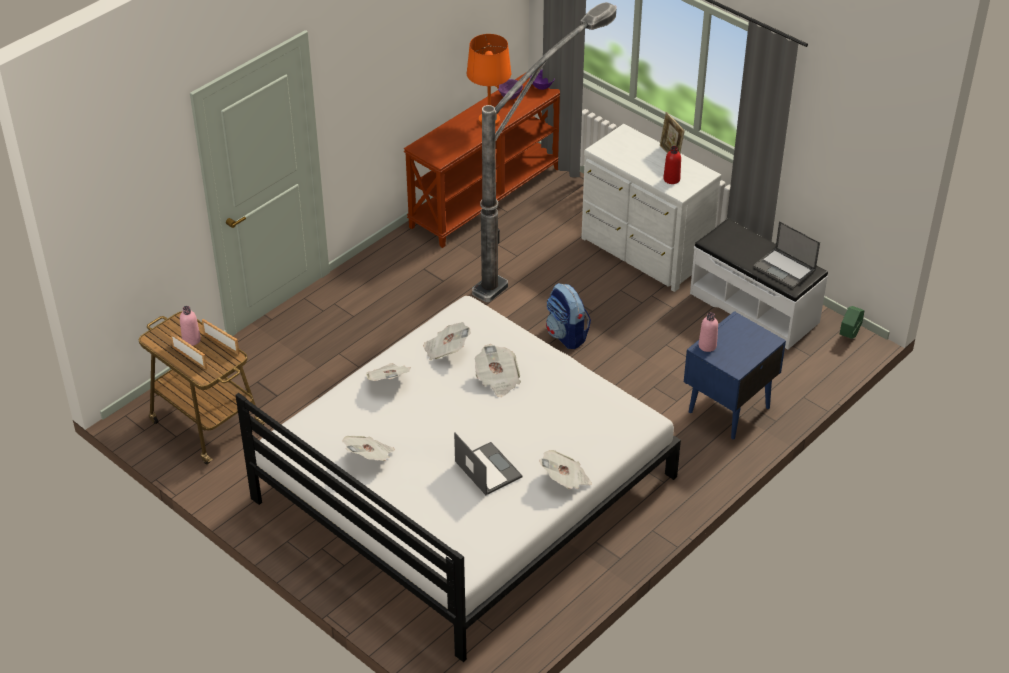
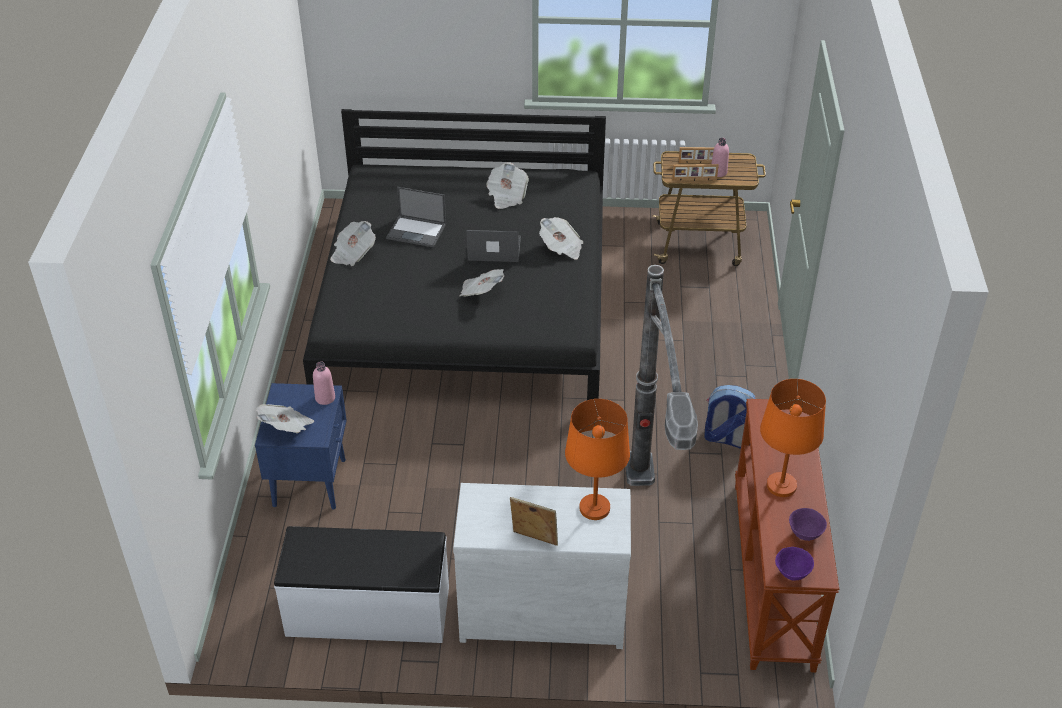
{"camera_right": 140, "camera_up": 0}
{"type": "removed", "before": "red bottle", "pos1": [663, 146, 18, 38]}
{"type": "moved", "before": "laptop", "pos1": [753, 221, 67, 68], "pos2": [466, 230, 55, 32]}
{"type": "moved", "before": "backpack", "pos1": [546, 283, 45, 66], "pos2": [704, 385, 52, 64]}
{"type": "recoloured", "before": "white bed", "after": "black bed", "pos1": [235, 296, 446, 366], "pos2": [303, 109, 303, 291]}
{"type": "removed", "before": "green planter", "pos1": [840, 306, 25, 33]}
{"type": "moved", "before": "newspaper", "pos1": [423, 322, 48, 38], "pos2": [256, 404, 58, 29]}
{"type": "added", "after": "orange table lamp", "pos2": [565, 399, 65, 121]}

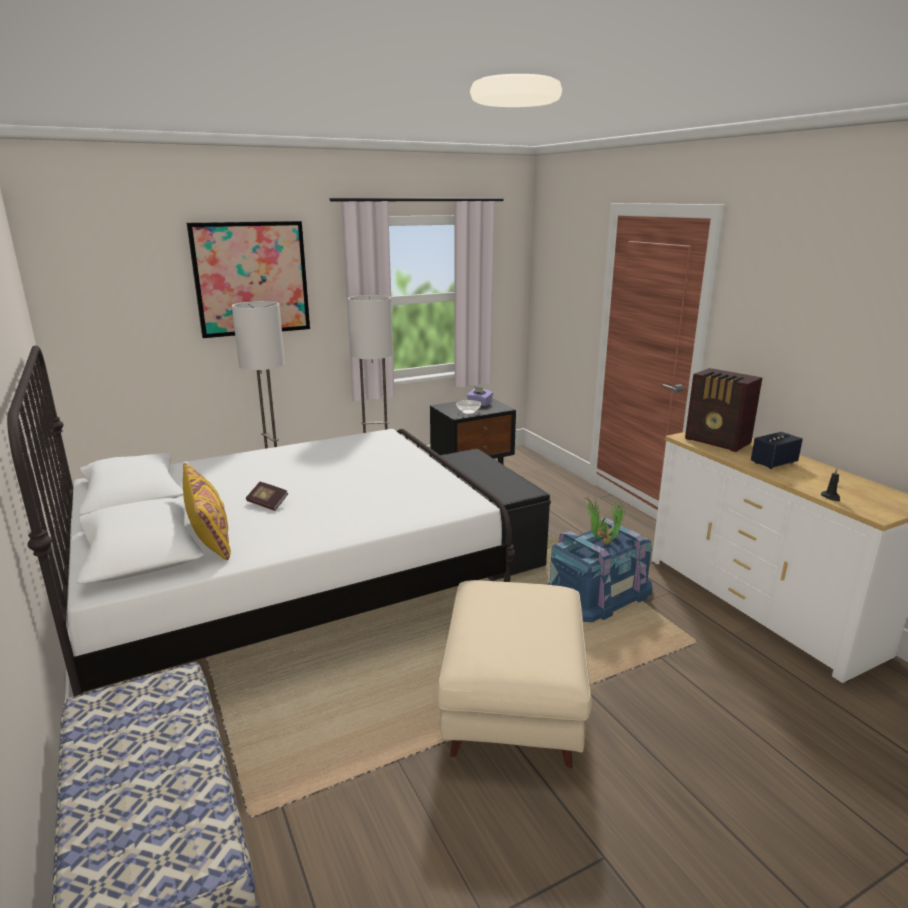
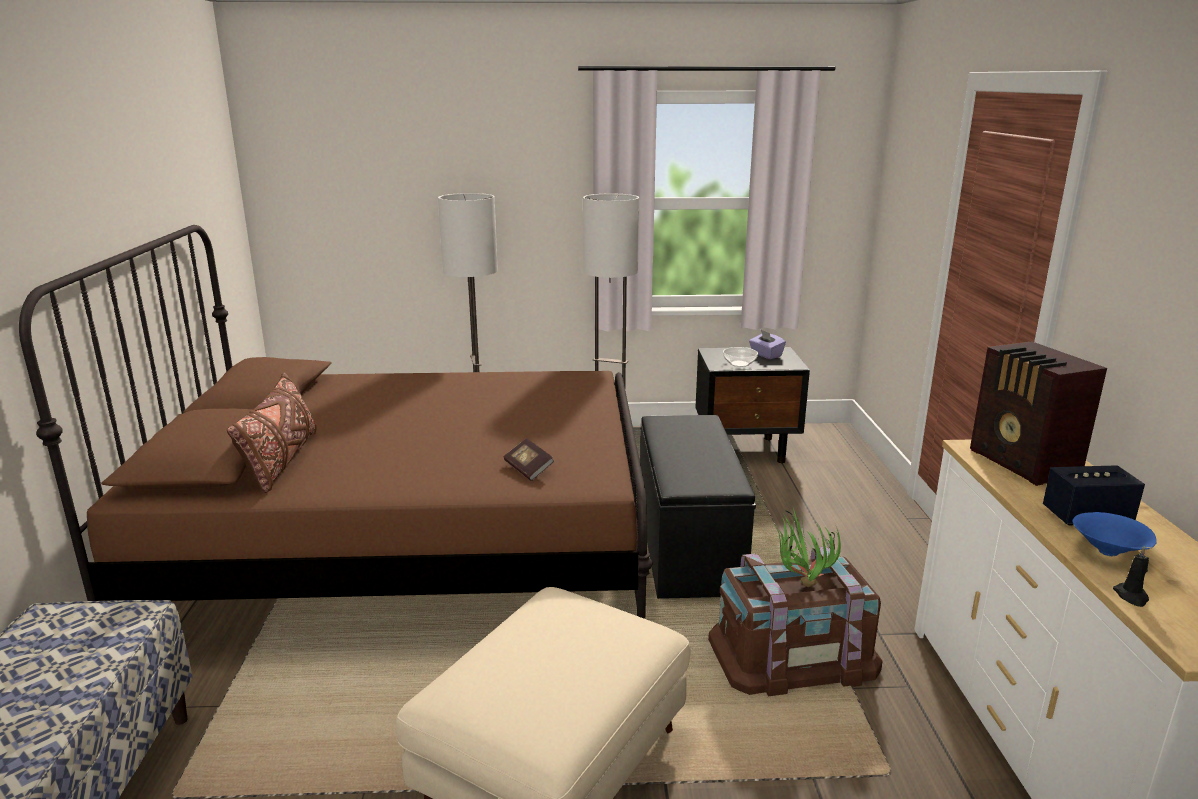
{"camera_right": 25, "camera_up": 0}
{"type": "removed", "before": "picture", "pos1": [187, 221, 123, 117]}
{"type": "recoloured", "before": "white bed", "after": "brown bed", "pos1": [7, 345, 508, 351], "pos2": [19, 225, 633, 394]}
{"type": "recoloured", "before": "yellow pillow", "after": "brown pillow", "pos1": [183, 463, 48, 97], "pos2": [227, 373, 90, 120]}
{"type": "moved", "before": "book", "pos1": [246, 482, 42, 29], "pos2": [504, 438, 50, 43]}
{"type": "recoloured", "before": "blue storage box", "after": "brown storage box", "pos1": [546, 518, 107, 104], "pos2": [708, 547, 174, 149]}
{"type": "added", "after": "blue bowl", "pos2": [1072, 512, 85, 44]}

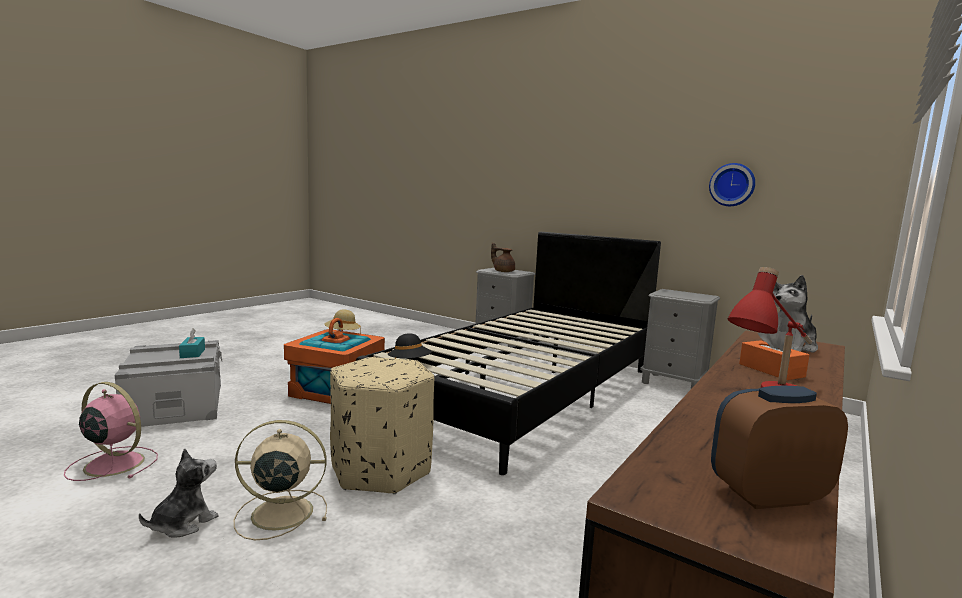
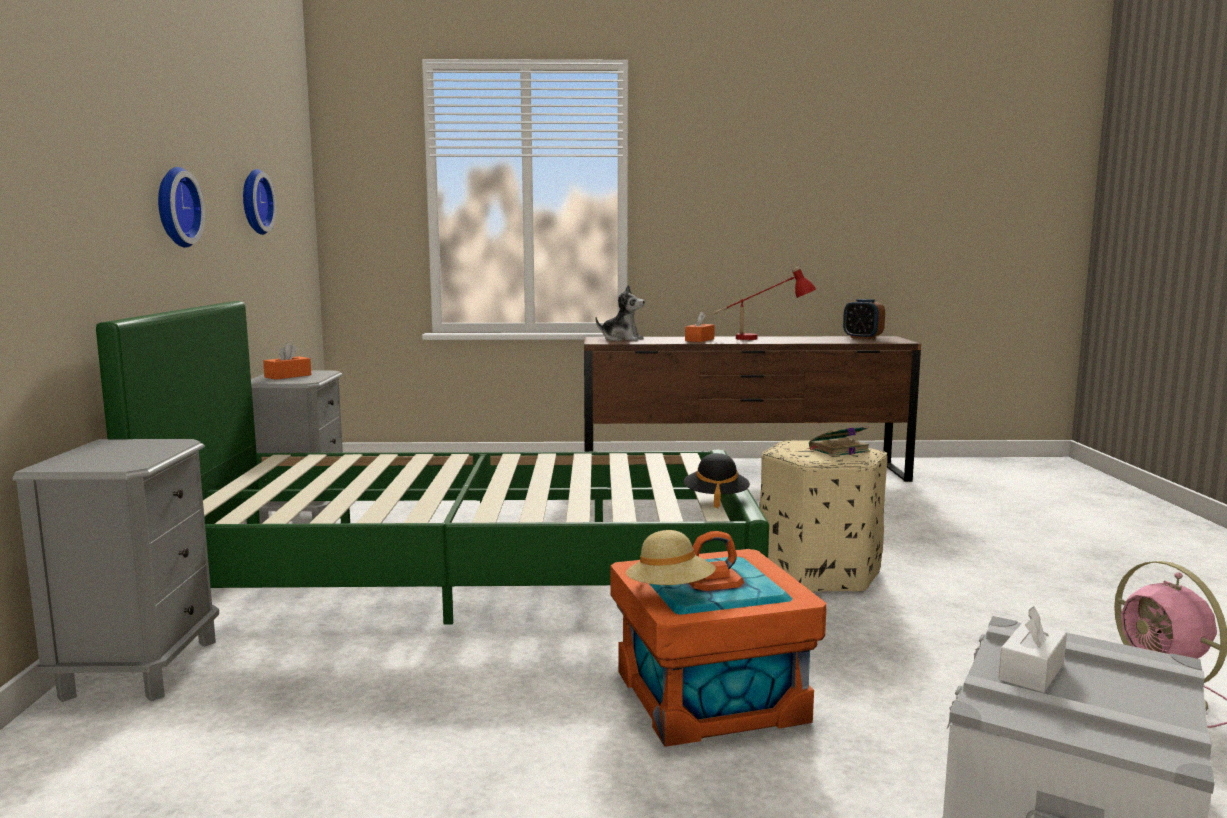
{"camera_right": -125, "camera_up": 0}
{"type": "recoloured", "before": "black bed", "after": "green bed", "pos1": [356, 232, 305, 243], "pos2": [96, 301, 673, 323]}
{"type": "removed", "before": "brown teapot", "pos1": [491, 242, 24, 30]}
{"type": "recoloured", "before": "turquoise tissue box", "after": "white tissue box", "pos1": [179, 329, 26, 29], "pos2": [998, 607, 69, 86]}
{"type": "removed", "before": "beige fan", "pos1": [234, 420, 93, 120]}
{"type": "removed", "before": "plush toy", "pos1": [139, 448, 79, 90]}
{"type": "added", "after": "wall clock", "pos2": [158, 167, 47, 81]}
{"type": "added", "after": "orange tissue box", "pos2": [263, 343, 48, 37]}
{"type": "added", "after": "book", "pos2": [806, 426, 64, 31]}

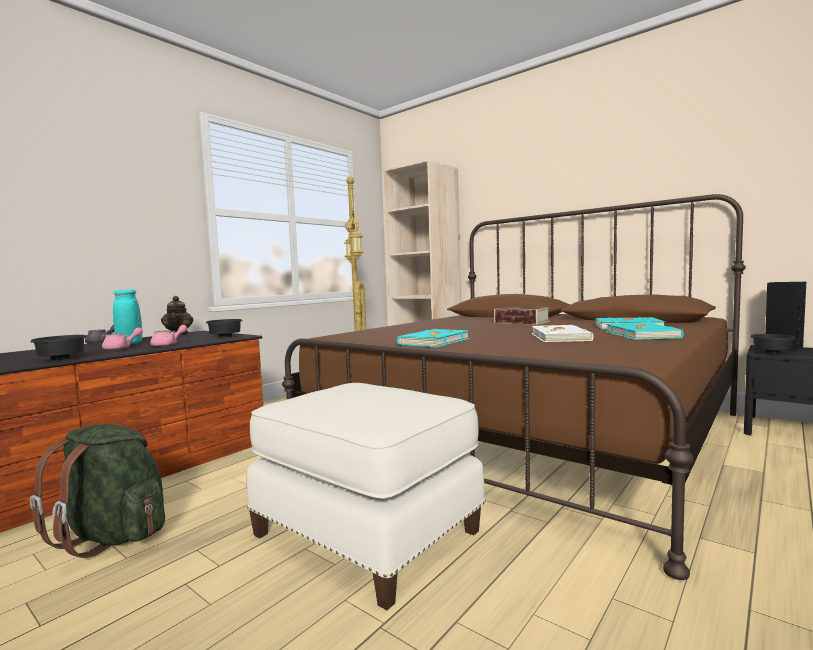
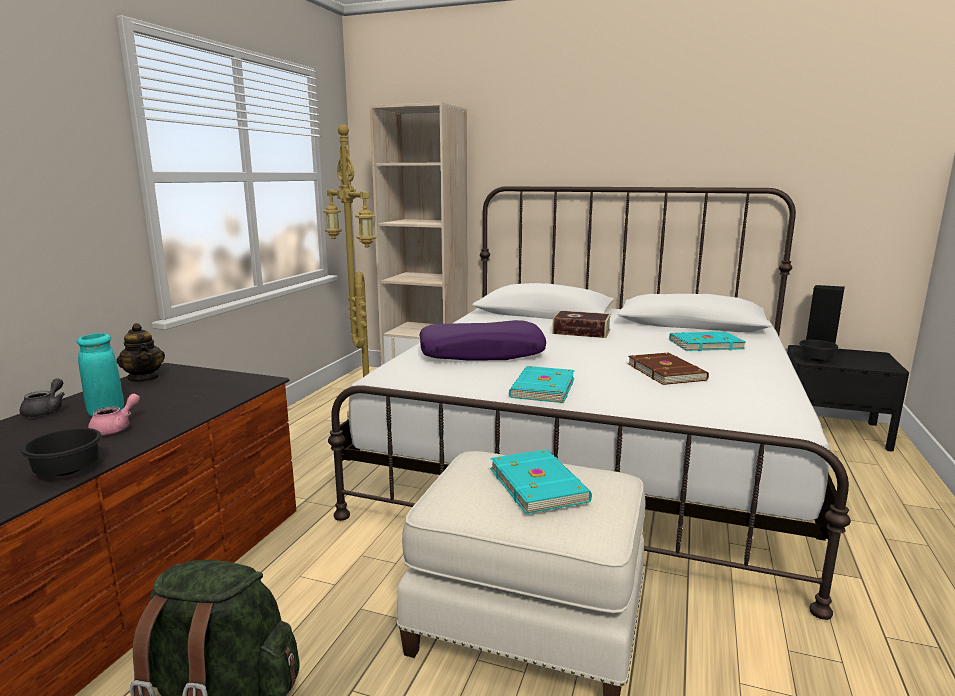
{"camera_right": -20, "camera_up": 10}
{"type": "recoloured", "before": "brown bed", "after": "white bed", "pos1": [282, 194, 464, 386], "pos2": [328, 186, 523, 434]}
{"type": "removed", "before": "black bowl", "pos1": [206, 319, 36, 19]}
{"type": "moved", "before": "turquoise book", "pos1": [606, 322, 78, 18], "pos2": [490, 450, 102, 64]}
{"type": "recoloured", "before": "white book", "after": "brown book", "pos1": [532, 324, 61, 18], "pos2": [628, 353, 81, 32]}
{"type": "removed", "before": "pink teapot", "pos1": [150, 325, 37, 22]}
{"type": "added", "after": "purple pillow", "pos2": [419, 320, 127, 41]}

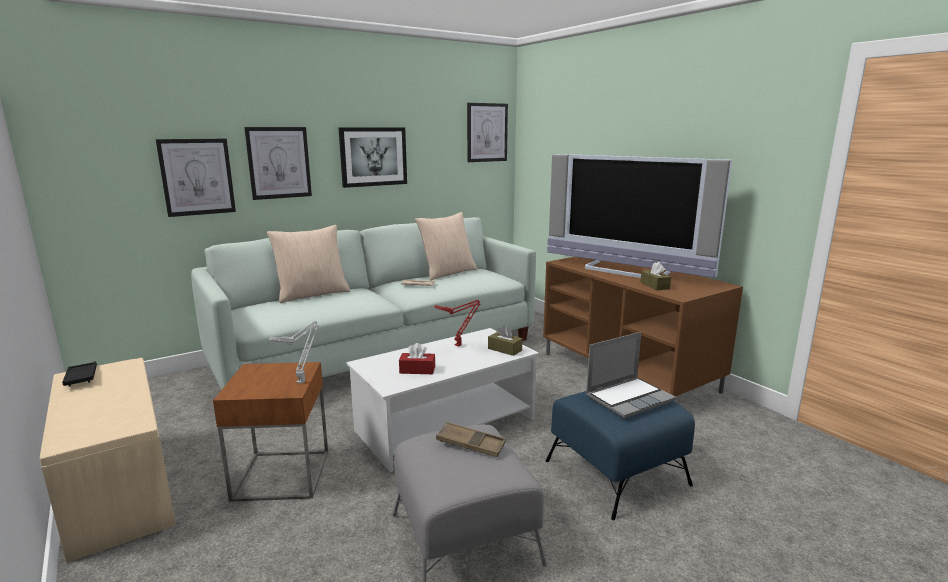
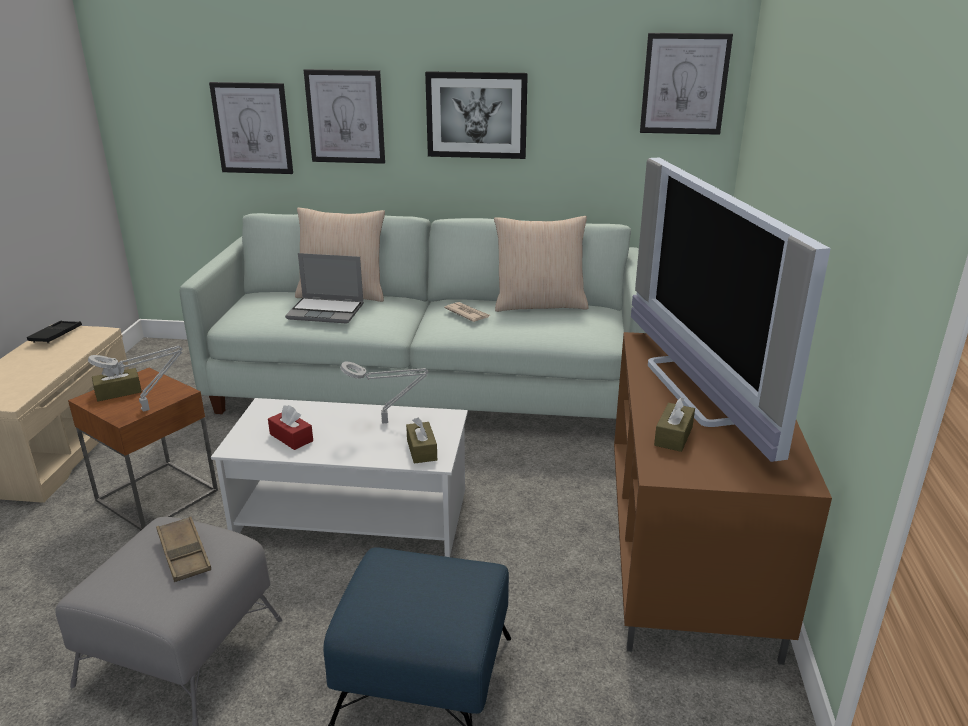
{"camera_right": 40, "camera_up": 10}
{"type": "recoloured", "before": "red table lamp", "after": "grey table lamp", "pos1": [435, 300, 46, 47], "pos2": [340, 362, 88, 62]}
{"type": "moved", "before": "laptop", "pos1": [586, 332, 90, 86], "pos2": [285, 253, 79, 71]}
{"type": "added", "after": "brown tissue box", "pos2": [92, 363, 50, 38]}

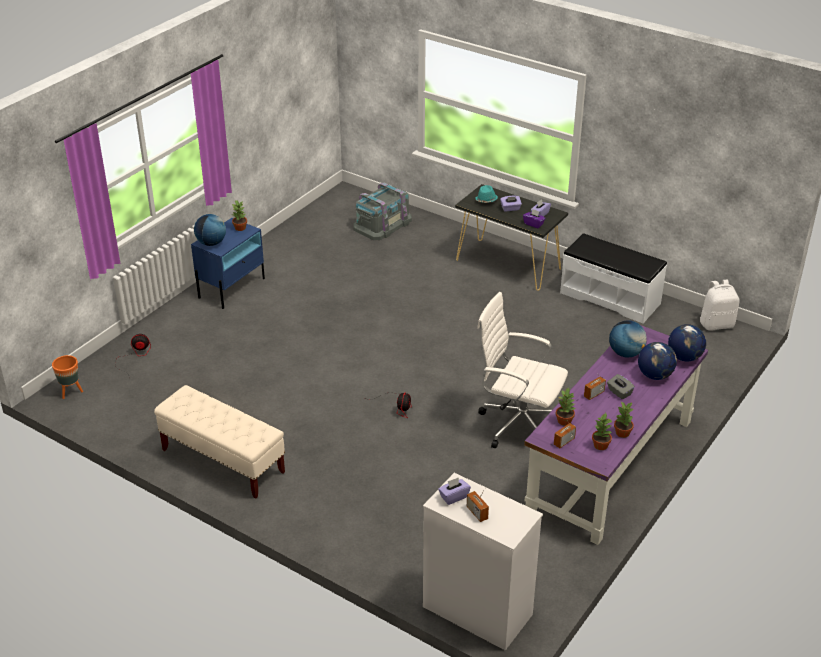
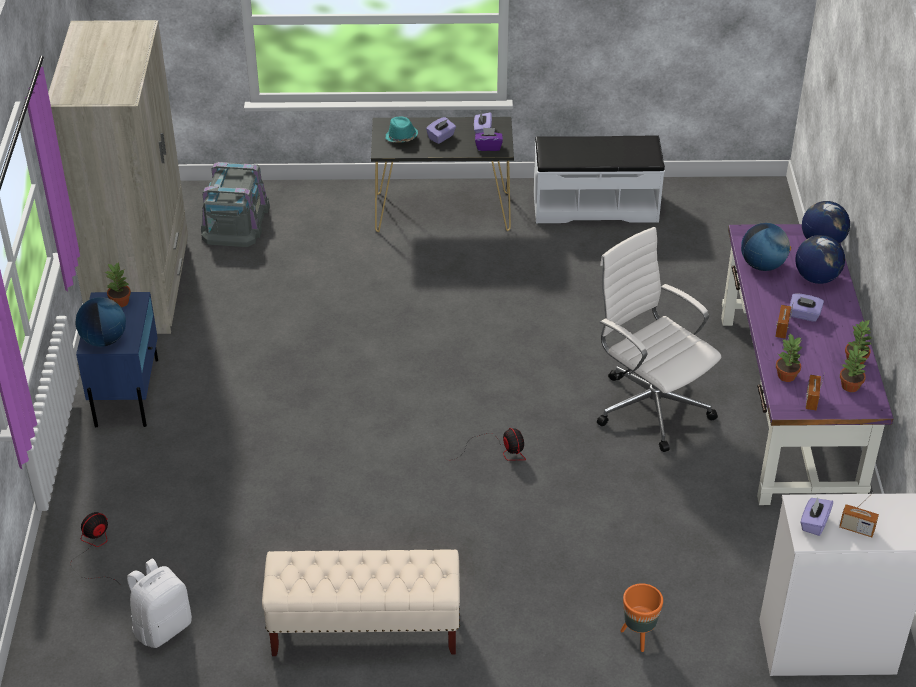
{"camera_right": -35, "camera_up": 5}
{"type": "moved", "before": "white backpack", "pos1": [700, 279, 40, 51], "pos2": [127, 558, 65, 90]}
{"type": "turned", "before": "white office chair", "pos1": [477, 292, 91, 156], "pos2": [597, 227, 124, 225], "turn": 60}
{"type": "moved", "before": "orange planter", "pos1": [52, 355, 31, 44], "pos2": [620, 583, 43, 69]}
{"type": "recoloured", "before": "grey tissue box", "after": "purple tissue box", "pos1": [607, 374, 28, 25], "pos2": [790, 294, 34, 28]}
{"type": "added", "after": "beige wardrobe", "pos2": [48, 20, 140, 314]}

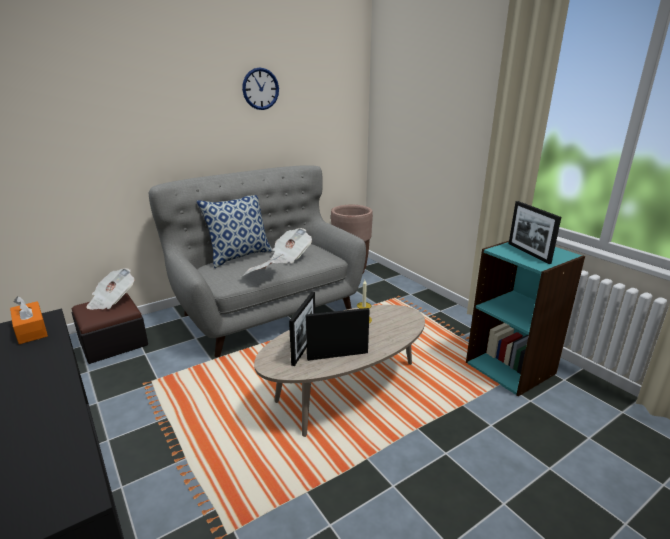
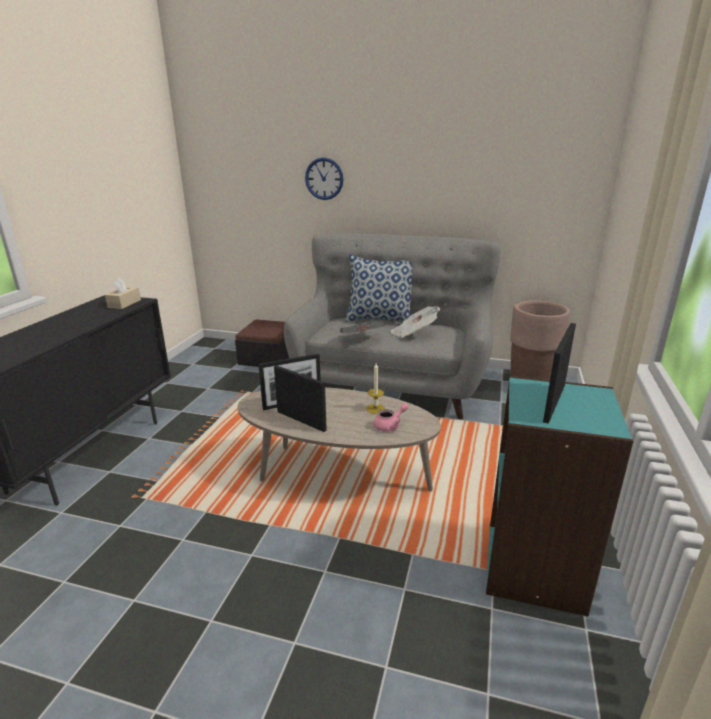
{"camera_right": 50, "camera_up": 0}
{"type": "moved", "before": "wall clock", "pos1": [242, 67, 37, 43], "pos2": [305, 158, 39, 42]}
{"type": "removed", "before": "newspaper", "pos1": [86, 268, 48, 42]}
{"type": "recoloured", "before": "orange tissue box", "after": "beige tissue box", "pos1": [10, 296, 38, 48], "pos2": [105, 278, 36, 31]}
{"type": "added", "after": "pink teapot", "pos2": [374, 403, 35, 29]}

